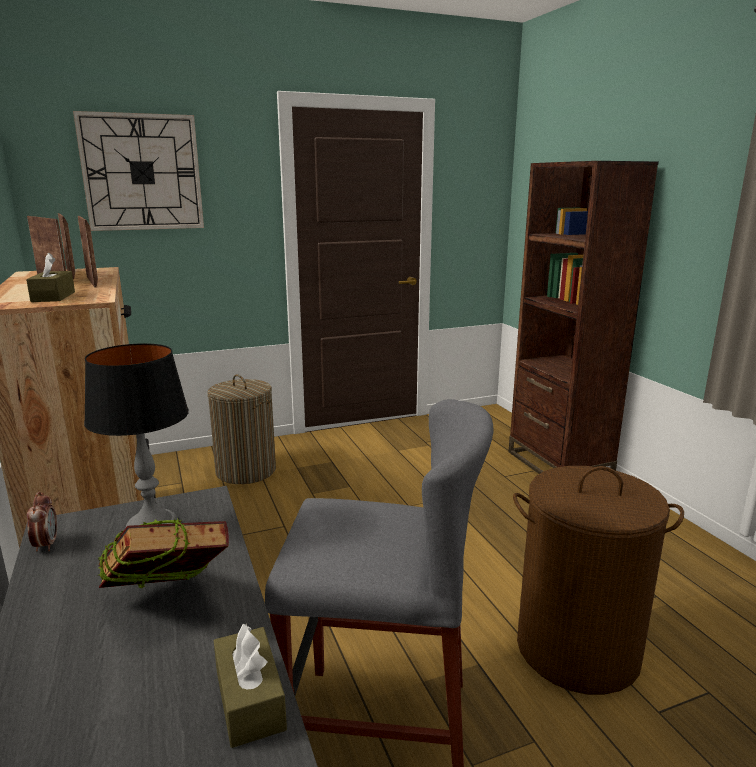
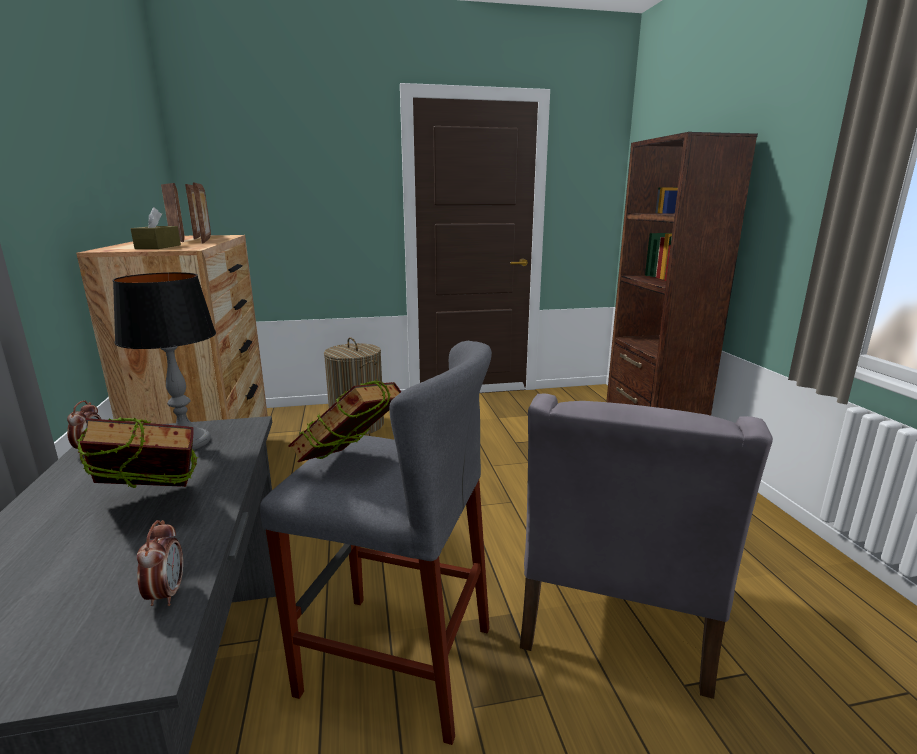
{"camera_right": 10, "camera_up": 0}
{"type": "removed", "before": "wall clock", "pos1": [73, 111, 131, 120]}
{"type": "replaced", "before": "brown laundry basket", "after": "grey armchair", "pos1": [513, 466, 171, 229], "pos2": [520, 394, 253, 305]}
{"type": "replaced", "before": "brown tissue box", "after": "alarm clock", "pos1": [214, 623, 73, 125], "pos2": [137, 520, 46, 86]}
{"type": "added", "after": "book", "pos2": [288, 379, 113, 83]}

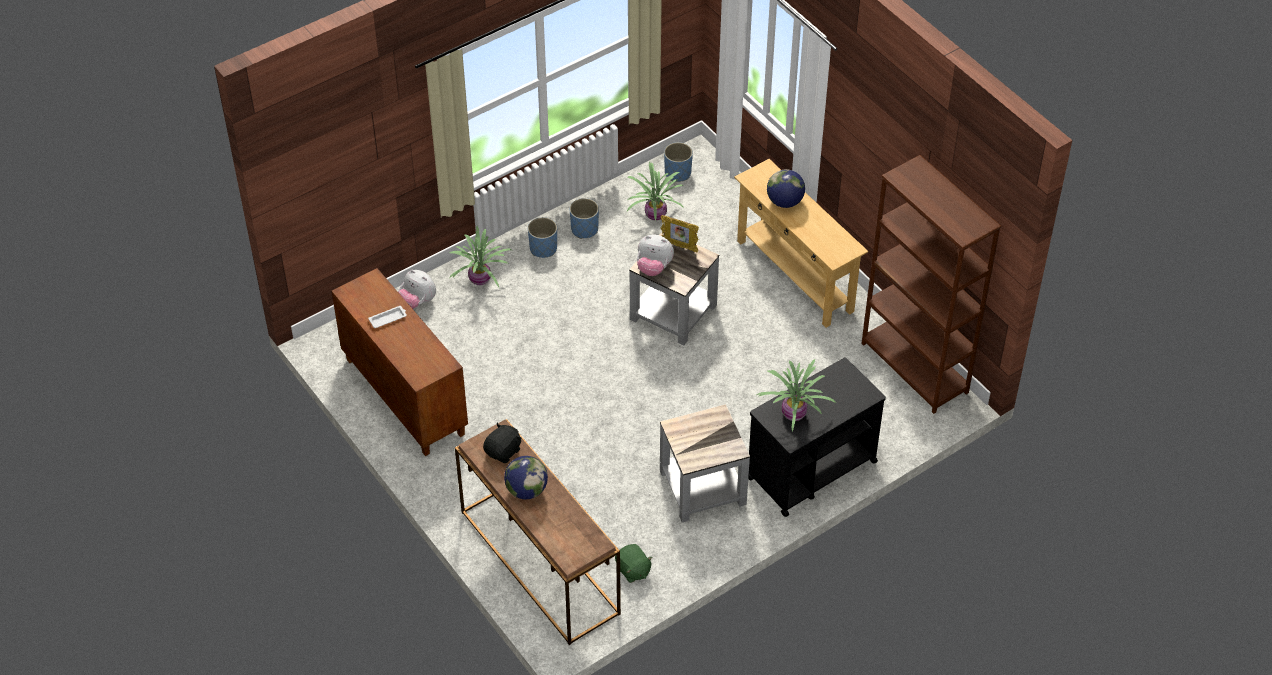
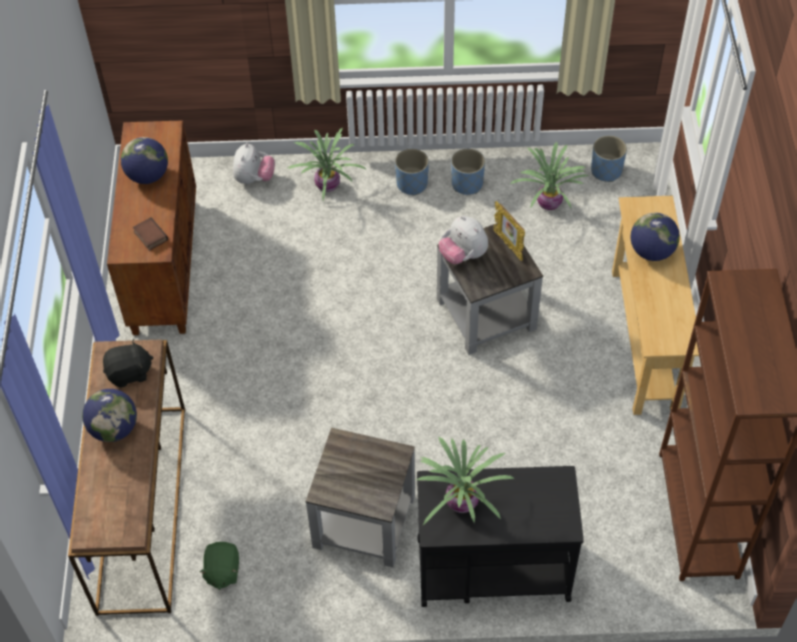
{"camera_right": 35, "camera_up": 5}
{"type": "turned", "before": "plush toy", "pos1": [398, 270, 38, 39], "pos2": [233, 143, 42, 41], "turn": -150}
{"type": "replaced", "before": "white tray", "after": "globe", "pos1": [368, 306, 39, 22], "pos2": [121, 137, 47, 47]}
{"type": "added", "after": "book", "pos2": [133, 217, 35, 34]}

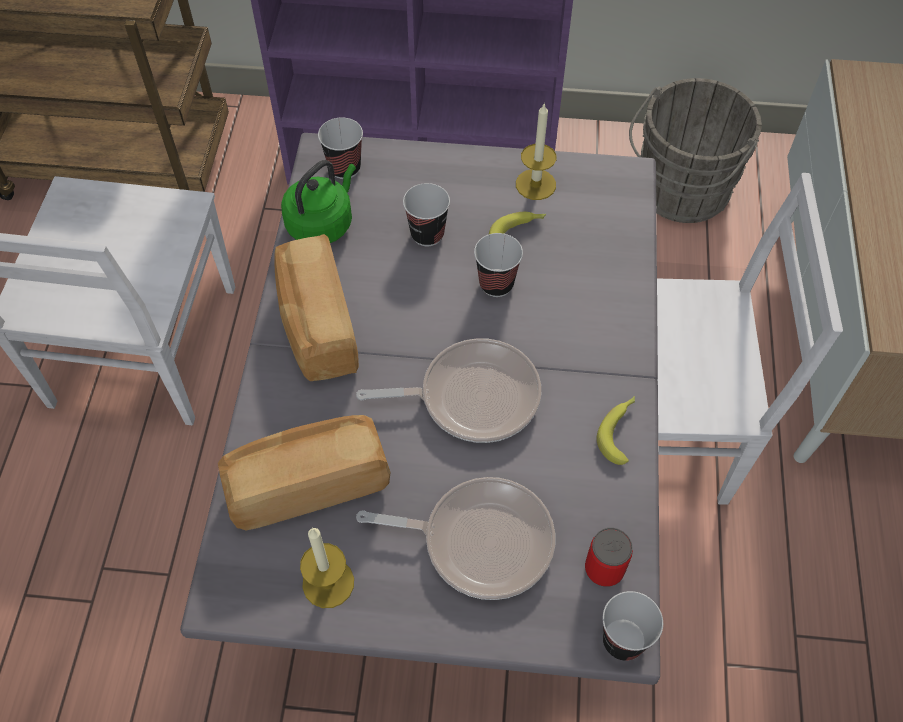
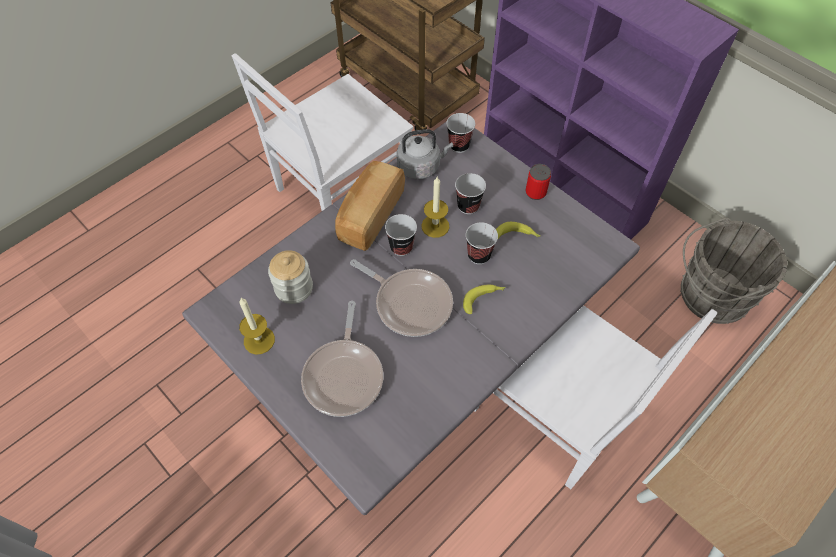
{"camera_right": 40, "camera_up": 0}
{"type": "moved", "before": "candle", "pos1": [516, 102, 41, 98], "pos2": [421, 177, 28, 61]}
{"type": "recoloured", "before": "green kettle", "after": "grey kettle", "pos1": [281, 160, 75, 83], "pos2": [396, 129, 57, 50]}
{"type": "moved", "before": "banana", "pos1": [596, 396, 39, 69], "pos2": [463, 285, 43, 29]}
{"type": "replaced", "before": "bread", "after": "jar", "pos1": [218, 415, 172, 115], "pos2": [268, 250, 45, 54]}
{"type": "turned", "before": "frying pan", "pos1": [356, 477, 199, 123], "pos2": [301, 301, 82, 116], "turn": 45}
{"type": "moved", "before": "can", "pos1": [585, 528, 48, 59], "pos2": [526, 164, 25, 36]}
{"type": "moved", "before": "cup", "pos1": [603, 591, 60, 70], "pos2": [385, 214, 32, 42]}

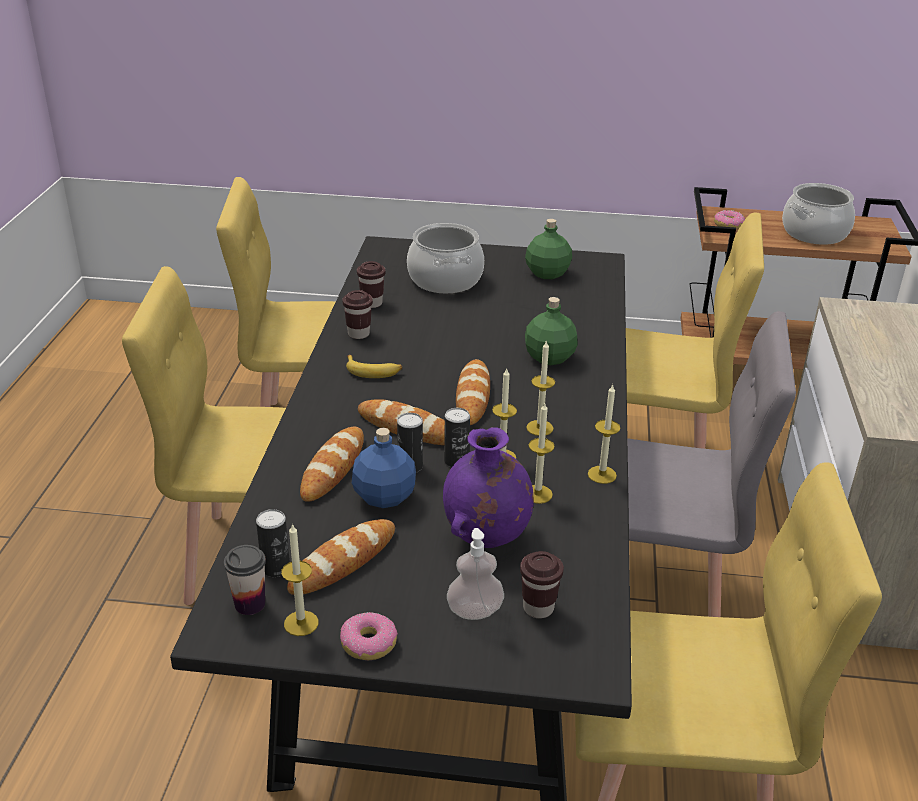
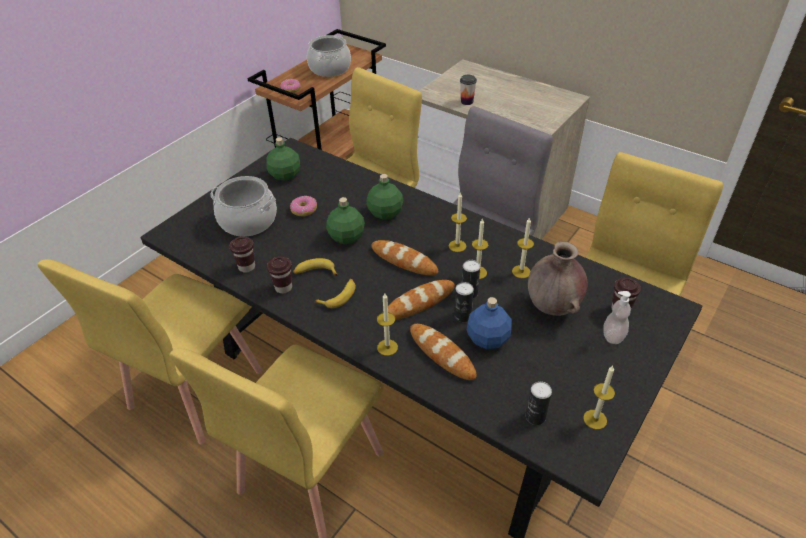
{"camera_right": -60, "camera_up": 10}
{"type": "moved", "before": "candle", "pos1": [588, 384, 32, 100], "pos2": [377, 293, 21, 63]}
{"type": "recoloured", "before": "purple vase", "after": "brown vase", "pos1": [443, 427, 91, 121], "pos2": [528, 242, 59, 74]}
{"type": "removed", "before": "bread", "pos1": [287, 519, 108, 76]}
{"type": "moved", "before": "cup", "pos1": [224, 545, 42, 70], "pos2": [460, 75, 17, 30]}
{"type": "moved", "before": "donut", "pos1": [340, 612, 58, 48], "pos2": [290, 196, 27, 20]}
{"type": "added", "after": "green bottle", "pos2": [326, 197, 39, 47]}
{"type": "added", "after": "banana", "pos2": [293, 258, 45, 18]}

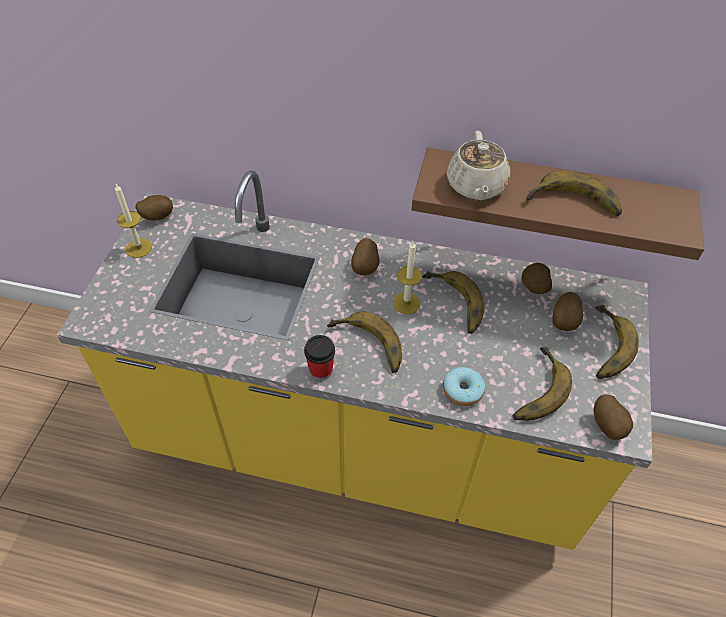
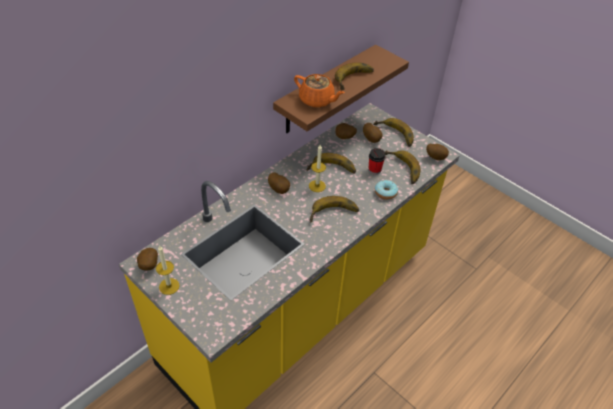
{"camera_right": -60, "camera_up": -5}
{"type": "recoloured", "before": "beige teapot", "after": "orange teapot", "pos1": [447, 131, 63, 69], "pos2": [294, 74, 51, 34]}
{"type": "moved", "before": "cup", "pos1": [304, 335, 31, 45], "pos2": [369, 148, 17, 27]}

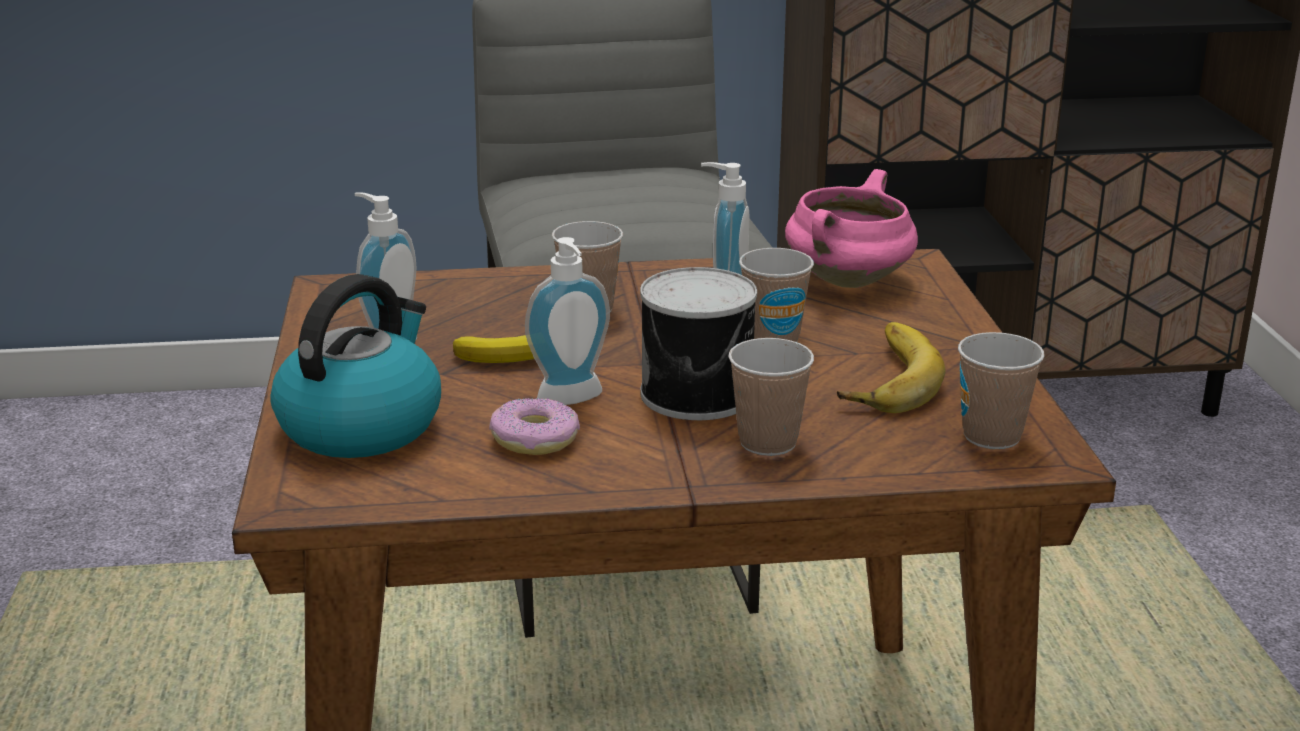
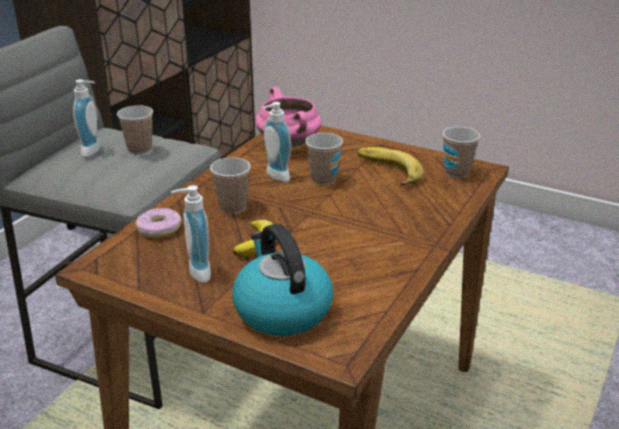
{"camera_right": -55, "camera_up": 5}
{"type": "moved", "before": "soap dispenser", "pos1": [525, 237, 85, 168], "pos2": [73, 79, 27, 78]}
{"type": "removed", "before": "can", "pos1": [640, 267, 117, 153]}
{"type": "moved", "before": "cup", "pos1": [729, 338, 85, 118], "pos2": [117, 105, 36, 49]}
{"type": "moved", "before": "donut", "pos1": [489, 398, 91, 57], "pos2": [136, 208, 46, 30]}

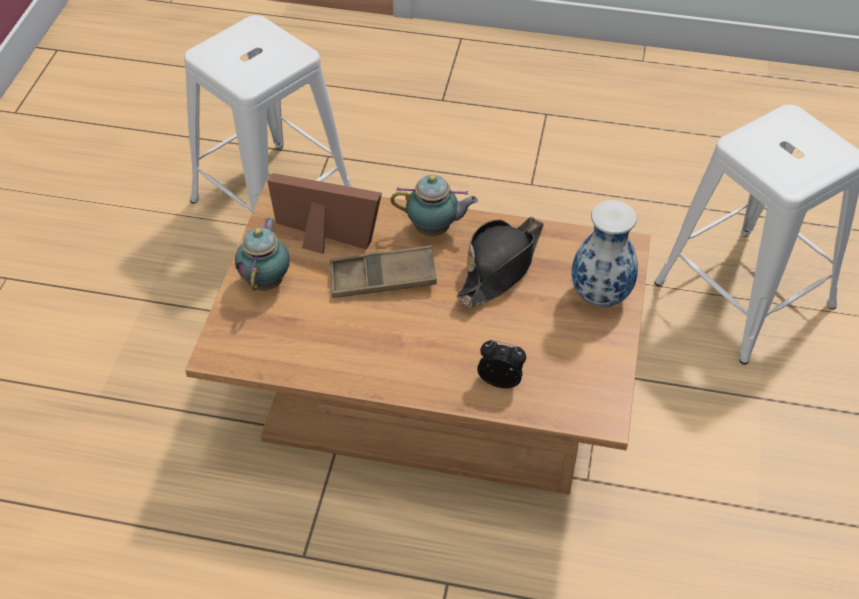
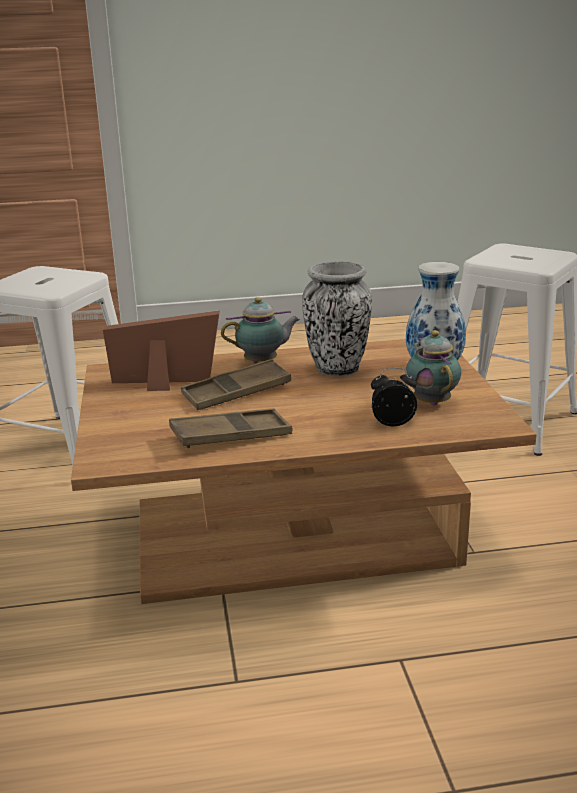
{"camera_right": -20, "camera_up": -25}
{"type": "replaced", "before": "black hat", "after": "vase", "pos1": [456, 217, 88, 90], "pos2": [302, 261, 70, 115]}
{"type": "moved", "before": "teapot", "pos1": [235, 218, 55, 73], "pos2": [405, 330, 56, 76]}
{"type": "added", "after": "brown tray", "pos2": [169, 408, 123, 40]}

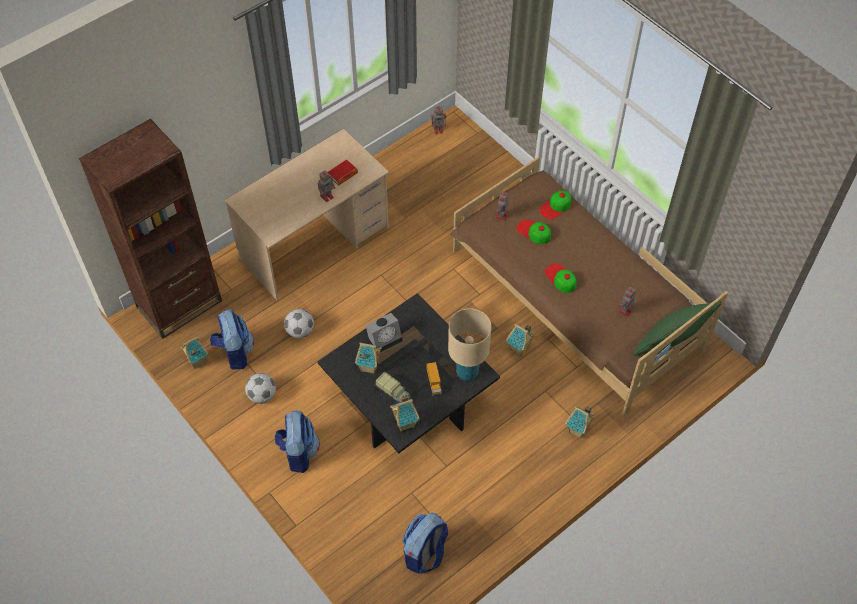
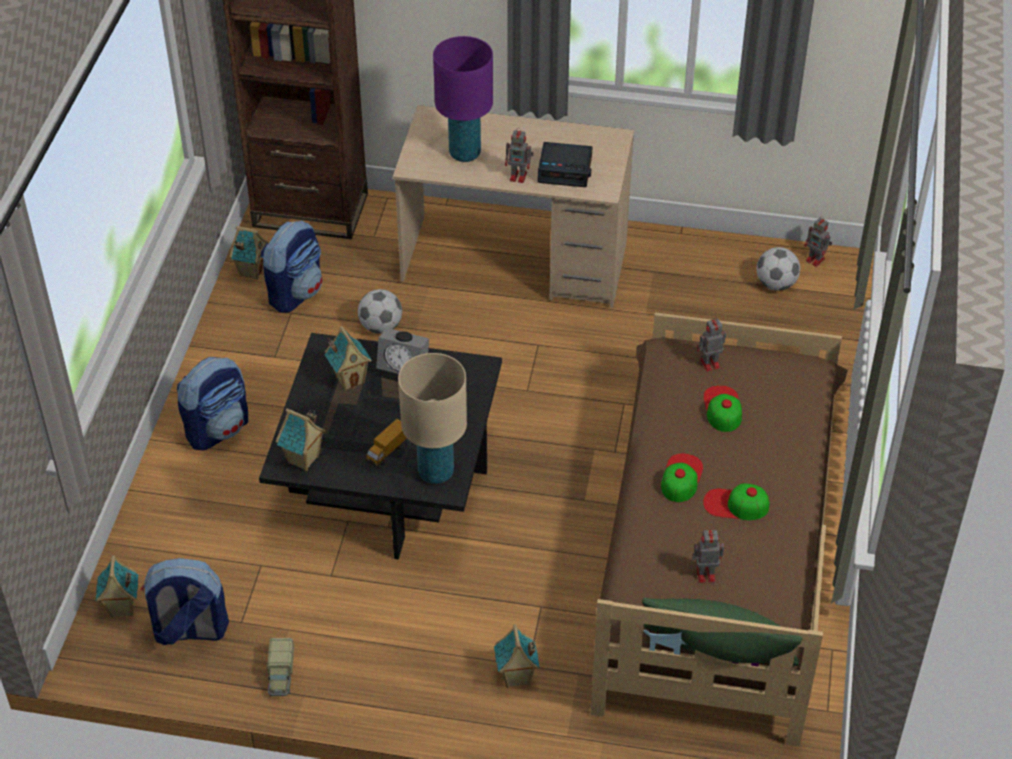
{"camera_right": 50, "camera_up": -10}
{"type": "replaced", "before": "book", "after": "alarm clock", "pos1": [328, 160, 30, 25], "pos2": [537, 142, 56, 45]}
{"type": "moved", "before": "cap", "pos1": [539, 191, 32, 29], "pos2": [703, 483, 66, 37]}
{"type": "moved", "before": "toy house", "pos1": [506, 324, 29, 33], "pos2": [96, 555, 42, 63]}
{"type": "moved", "before": "toy truck", "pos1": [376, 372, 35, 31], "pos2": [267, 638, 27, 58]}
{"type": "moved", "before": "football", "pos1": [245, 373, 31, 31], "pos2": [756, 247, 44, 44]}
{"type": "added", "after": "purple table lamp", "pos2": [433, 36, 60, 126]}

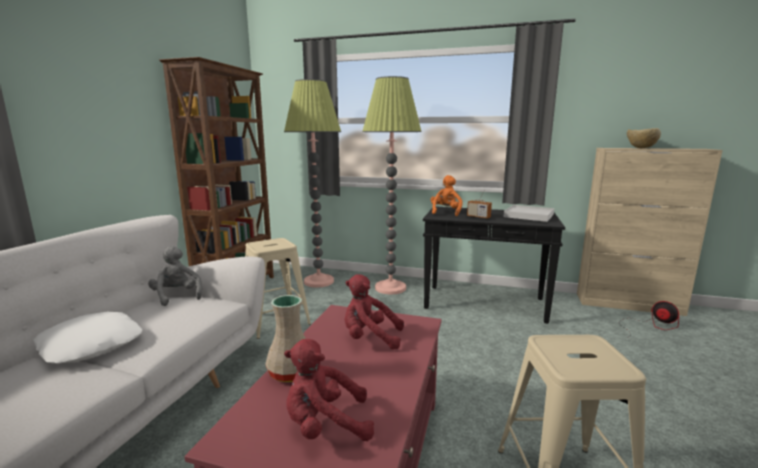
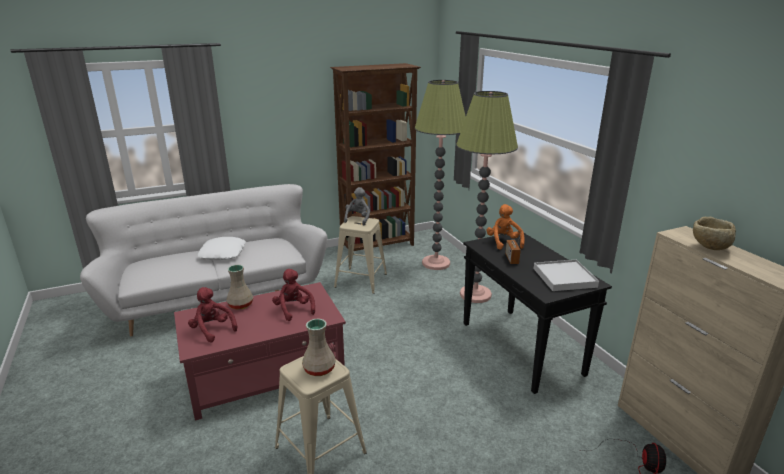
{"camera_right": 50, "camera_up": 10}
{"type": "turned", "before": "orange plush toy", "pos1": [431, 175, 32, 41], "pos2": [486, 204, 39, 46], "turn": -75}
{"type": "moved", "before": "grey plush toy", "pos1": [148, 246, 54, 60], "pos2": [344, 187, 26, 38]}
{"type": "added", "after": "beige vase", "pos2": [302, 319, 33, 57]}

